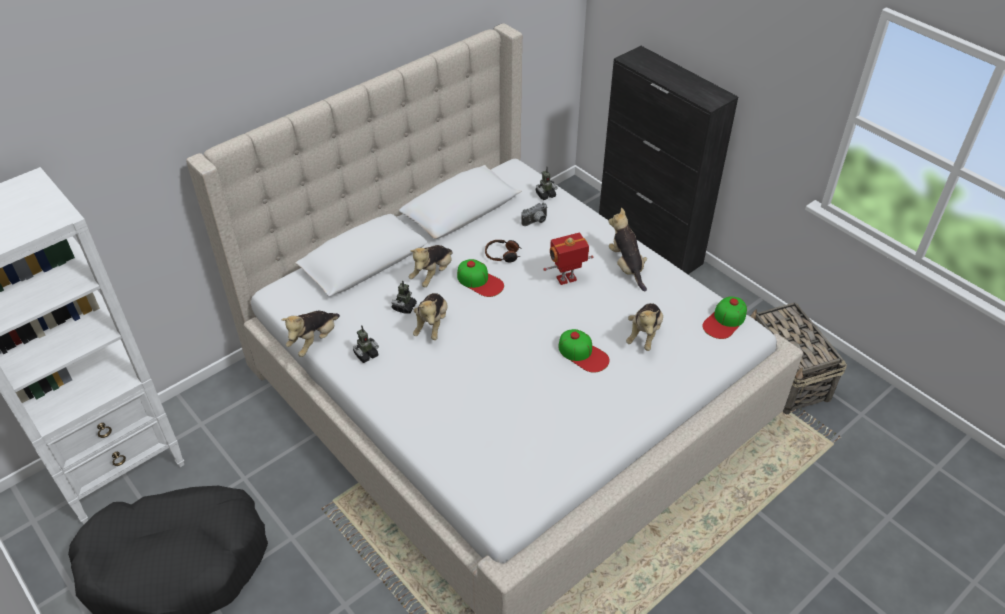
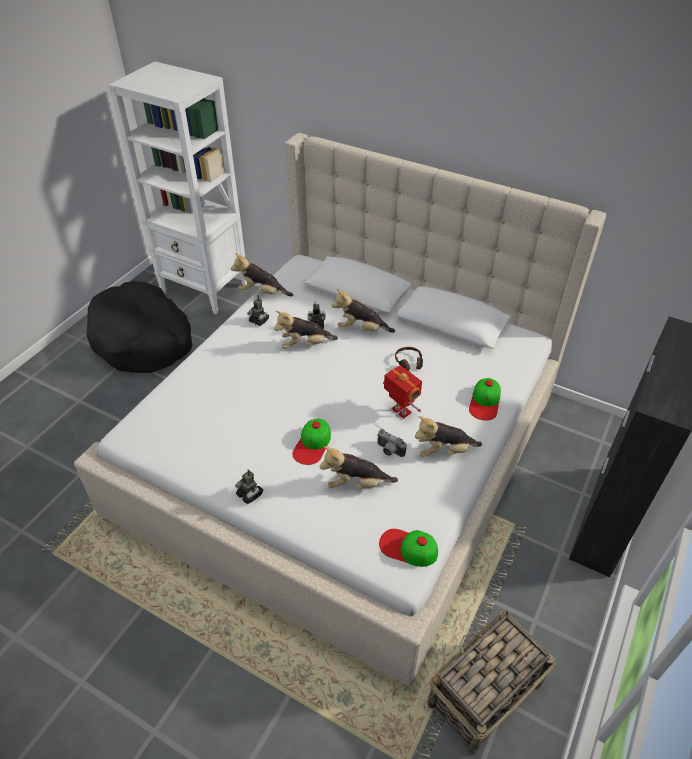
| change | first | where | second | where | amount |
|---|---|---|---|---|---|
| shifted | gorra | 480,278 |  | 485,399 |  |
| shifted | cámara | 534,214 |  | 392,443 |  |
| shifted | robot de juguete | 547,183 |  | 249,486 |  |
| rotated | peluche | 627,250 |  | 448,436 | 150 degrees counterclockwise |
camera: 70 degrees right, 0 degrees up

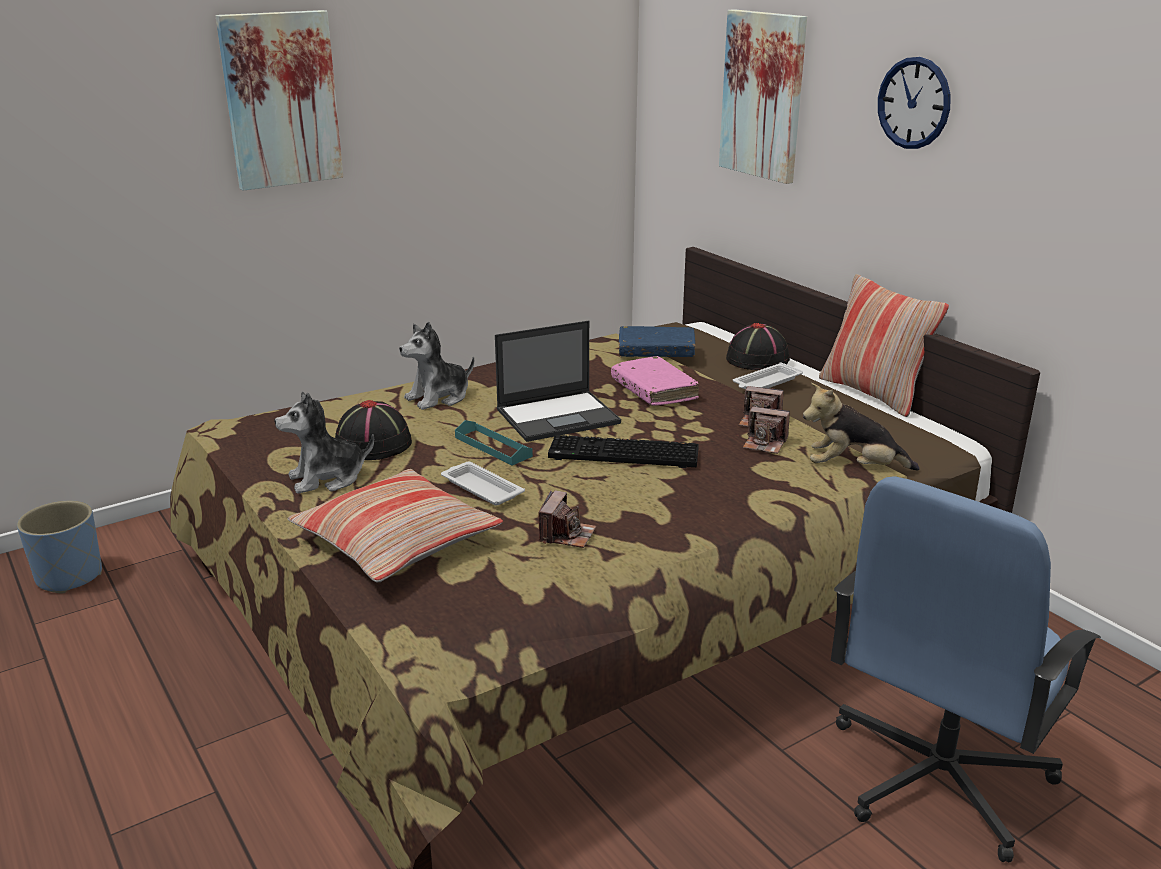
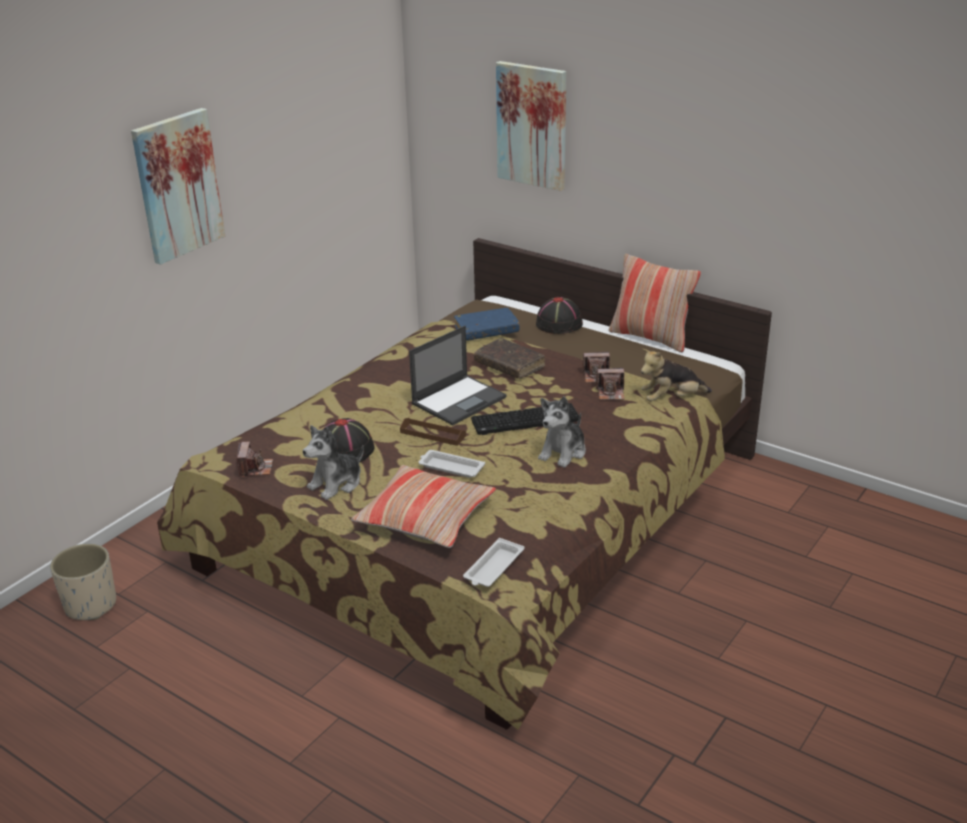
| change | first | where | second | where | amount |
|---|---|---|---|---|---|
| gone | silla de oficina [azul] | 966,669 |  |  |  |
| gone | reloj de pared | 914,103 |  |  |  |
| shifted | peluche | 436,366 |  | 562,432 |  |
| shifted | cámara | 567,519 |  | 255,459 |  |
| shifted | bandeja [blanco] | 768,375 |  | 493,562 |  |
| repainted | maceta [azul] | 59,547 | maceta [beis] | 83,582 |  |
| repainted | bandeja [turquesa] | 494,442 | bandeja [marrón] | 433,432 |  |
| repainted | libro [rosa] | 655,380 | libro [marrón] | 509,358 |  |
camera: 20 degrees left, 5 degrees up

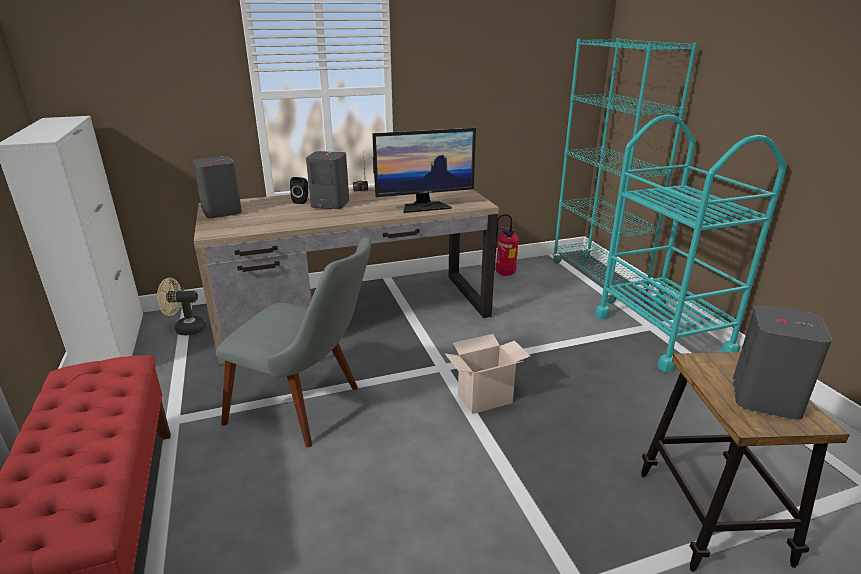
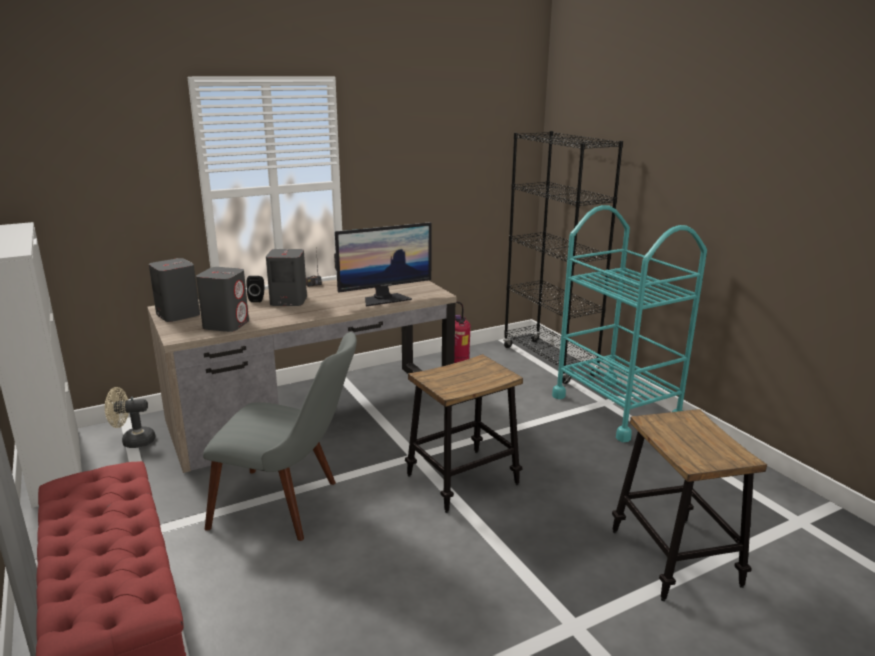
| change | first | where | second | where | amount |
|---|---|---|---|---|---|
| shifted | altavoz [gris] | 782,362 |  | 222,299 |  |
| swapped | caja de cartón | 487,374 | taburete | 464,433 |  |
| repainted | estantería [turquesa] | 625,171 | estantería [negro] | 563,257 |  |
camera: 10 degrees left, 5 degrees down

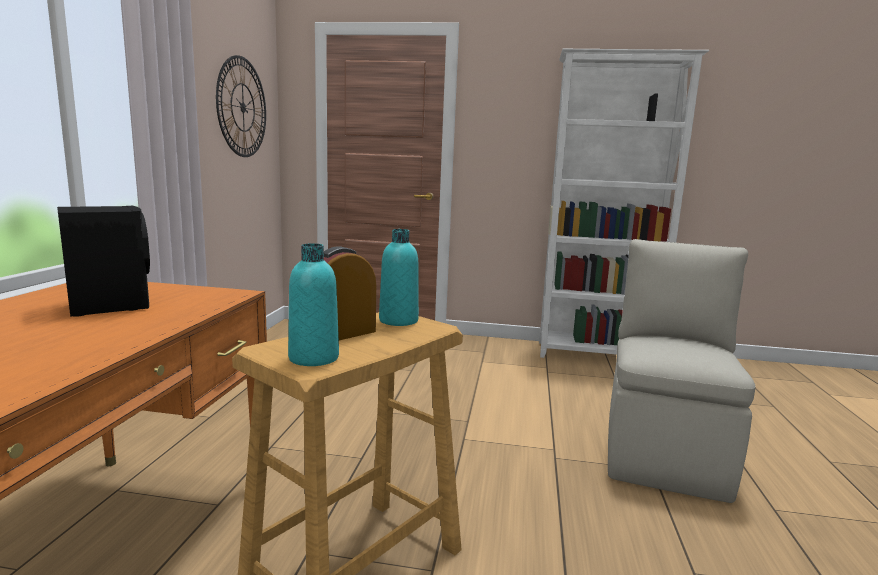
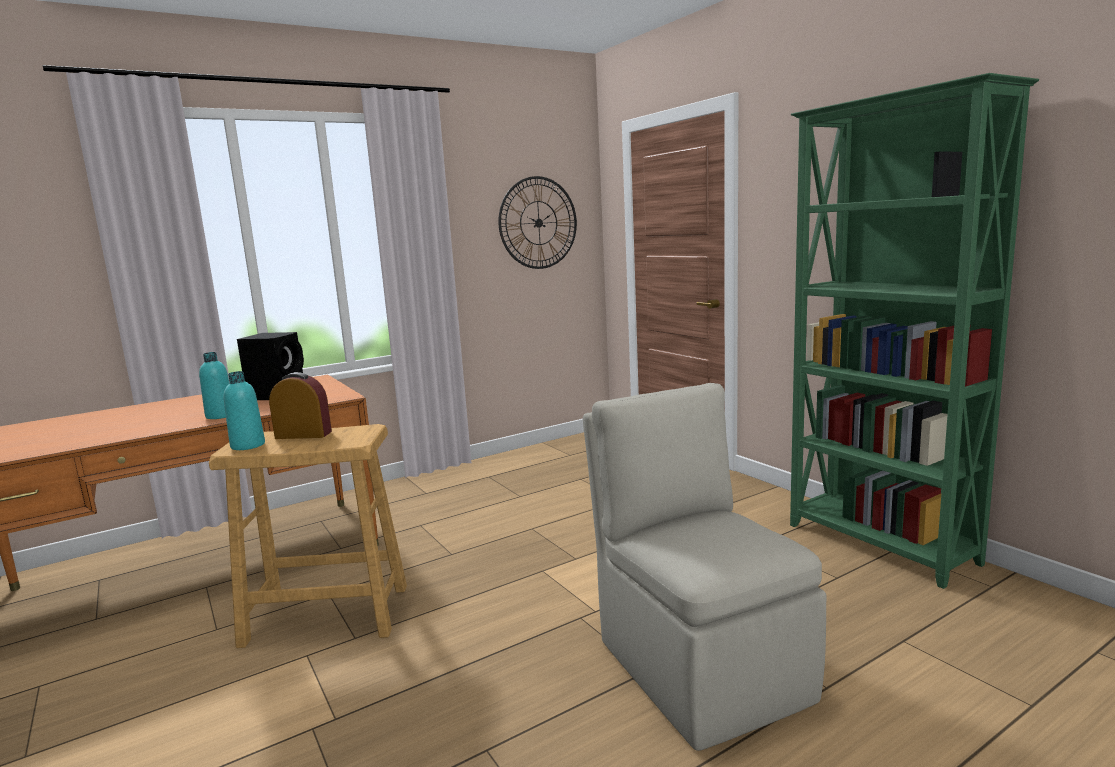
| change | first | where | second | where | amount |
|---|---|---|---|---|---|
| shifted | botella [turquesa] | 399,277 |  | 214,385 |  |
| repainted | estantería [blanco] | 624,203 | estantería [verde] | 914,331 |  |
| rotated | silla [beis] | 682,371 |  | 704,567 | 90 degrees counterclockwise |
camera: 50 degrees right, 0 degrees up

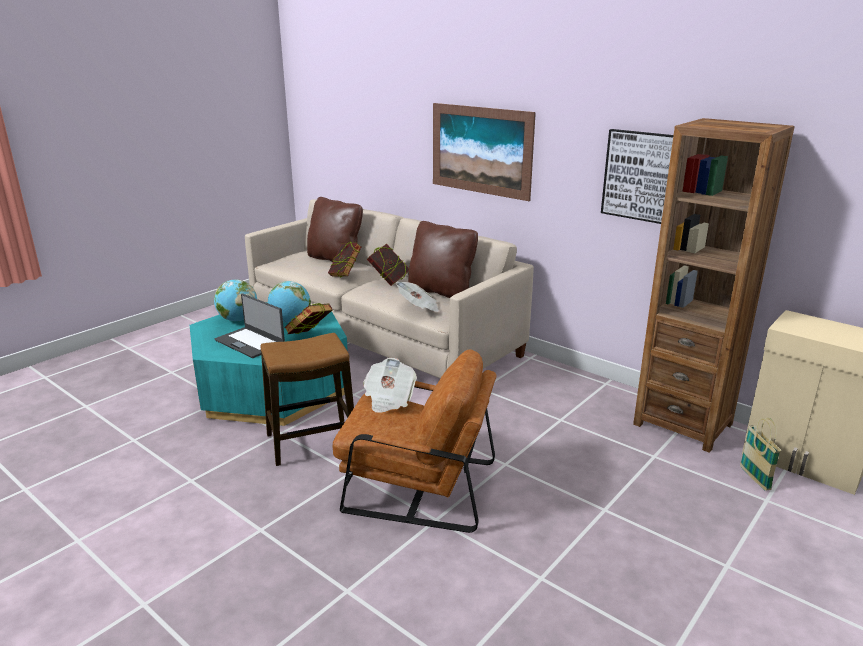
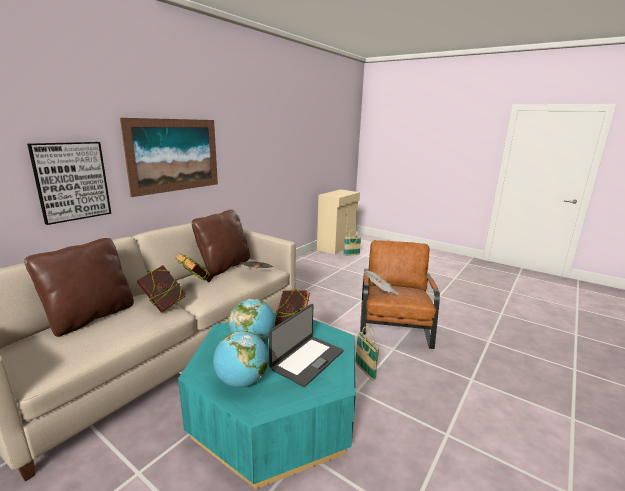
| change | first | where | second | where | amount |
|---|---|---|---|---|---|
| gone | estantería [marrón] | 714,285 |  |  |  |
| shifted | cuadro | 637,176 |  | 69,183 |  |
| swapped | taburete | 307,399 | cesta | 367,353 |  |
camera: 95 degrees left, 5 degrees down

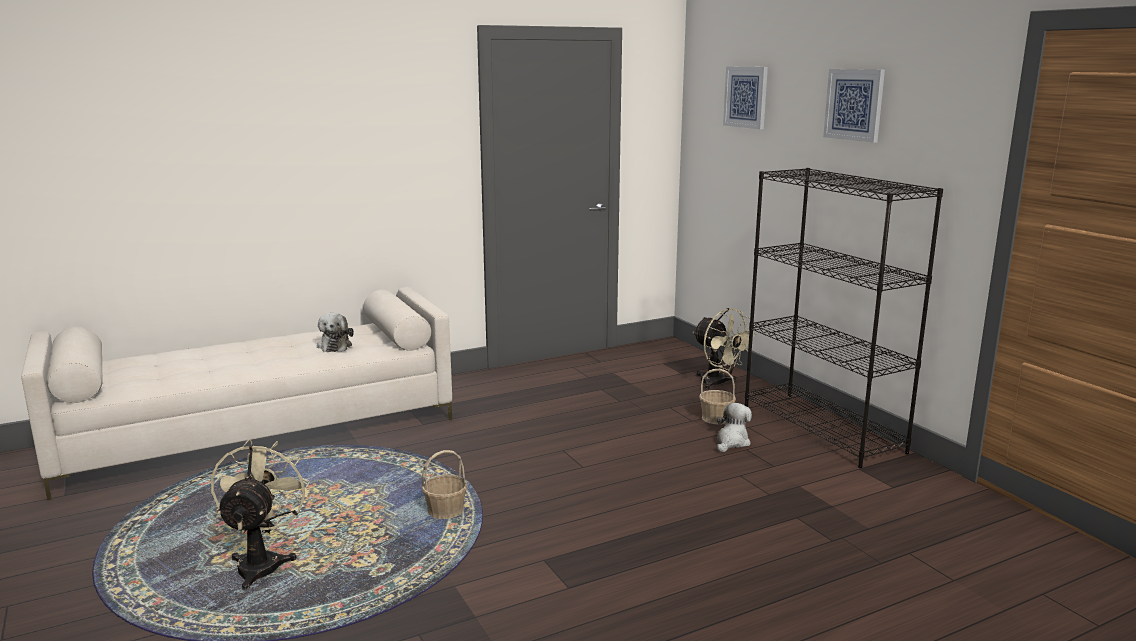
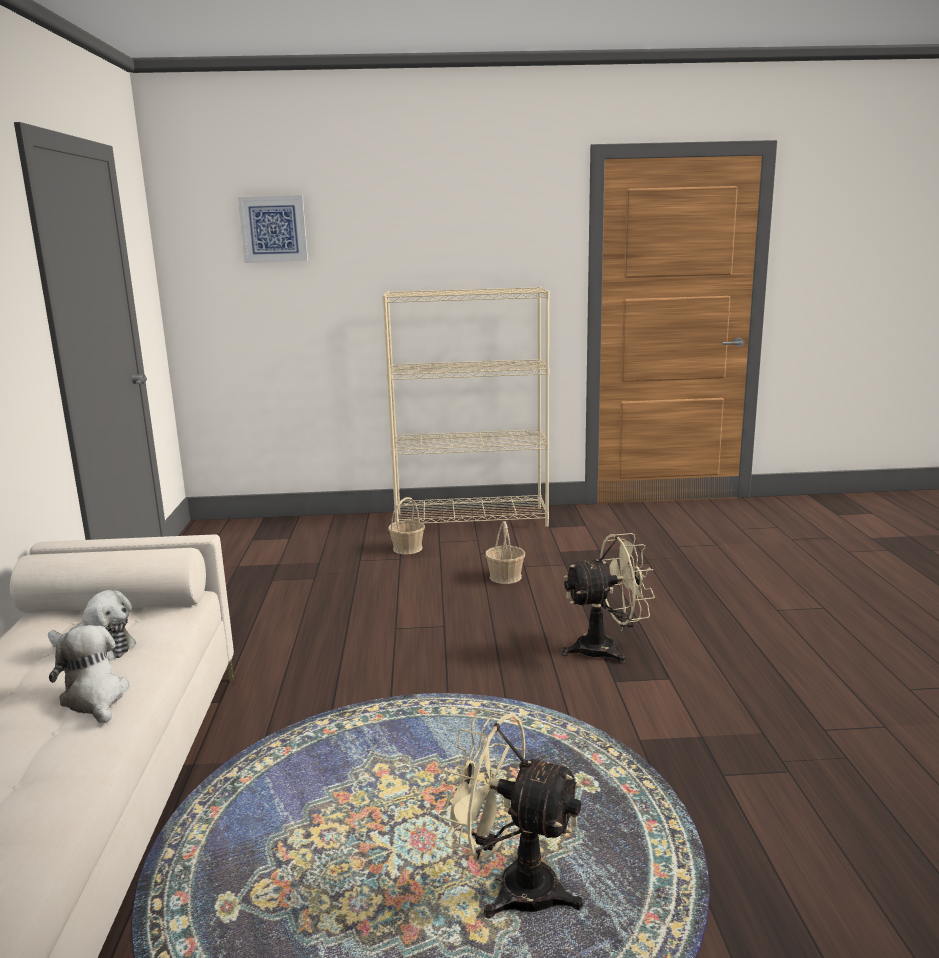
| change | first | where | second | where | amount |
|---|---|---|---|---|---|
| gone | cuadro | 854,106 |  |  |  |
| shifted | cesta | 444,484 |  | 505,552 |  |
| shifted | ventilador [beis] | 724,349 |  | 608,598 |  |
| shifted | peluche | 734,427 |  | 89,674 |  |
| repainted | estantería [negro] | 844,318 | estantería [beis] | 466,406 |  |
camera: 65 degrees left, 0 degrees up

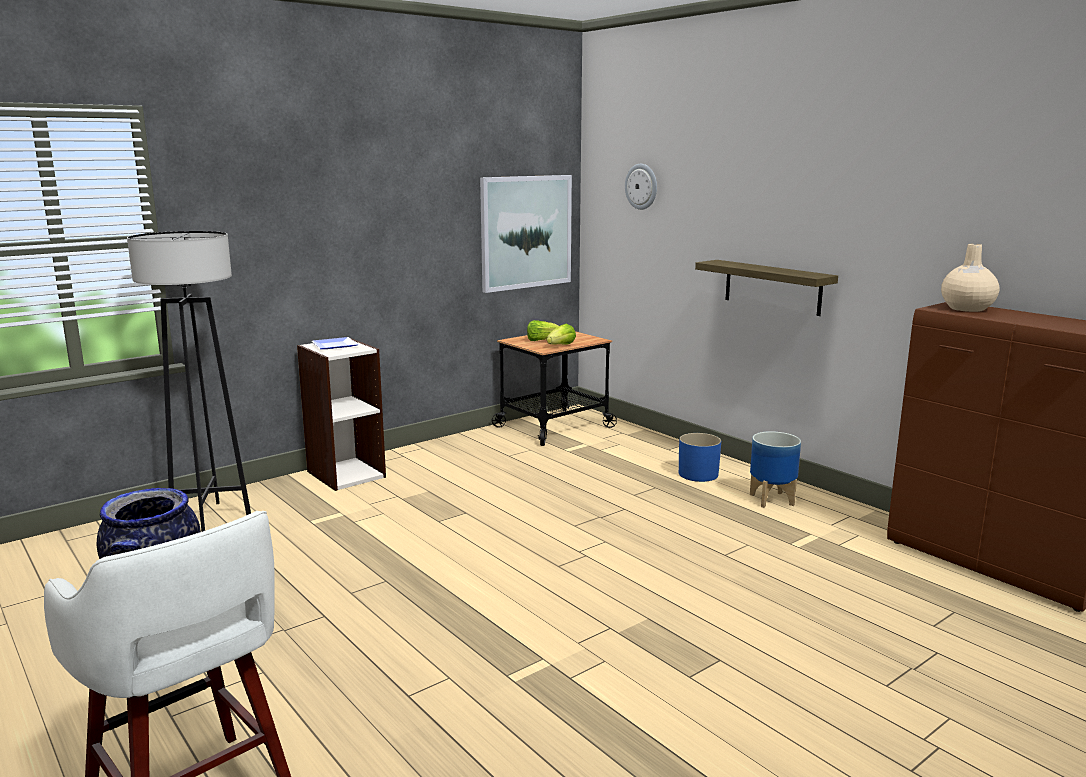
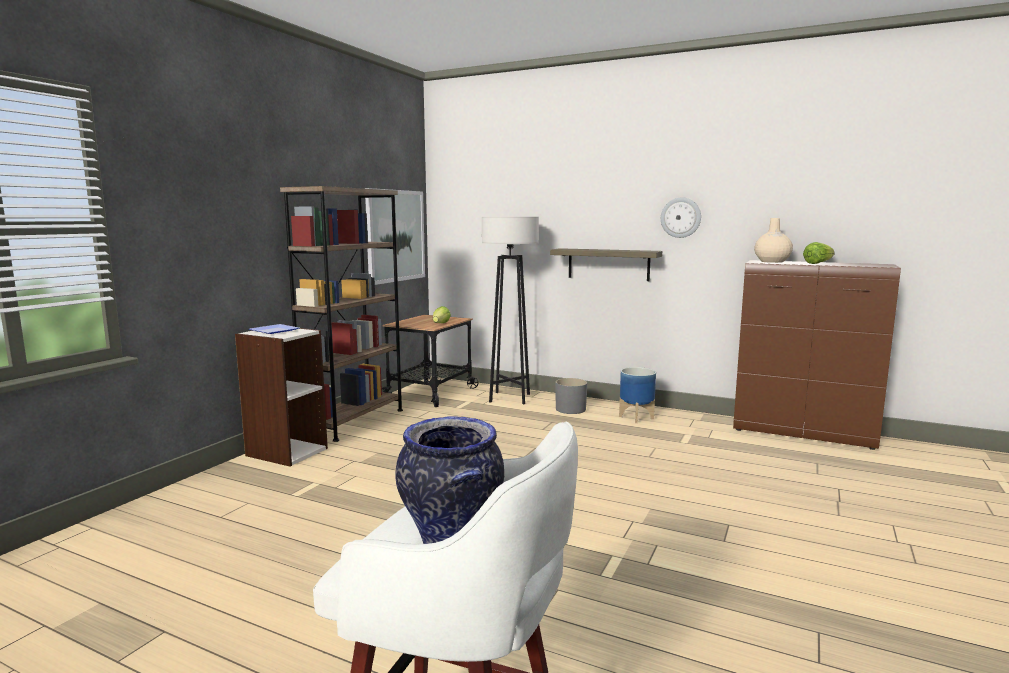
| change | first | where | second | where | amount |
|---|---|---|---|---|---|
| new |  |  | estantería [marrón] | 341,314 |  |
| shifted | lámpara de pie [negro] | 189,381 |  | 510,310 |  |
| shifted | lechuga | 543,330 |  | 819,253 |  |
| shifted | reloj de pared | 641,187 |  | 681,217 |  |
| repainted | maceta [azul] | 700,457 | maceta [gris] | 571,396 |  |
camera: 25 degrees left, 5 degrees down

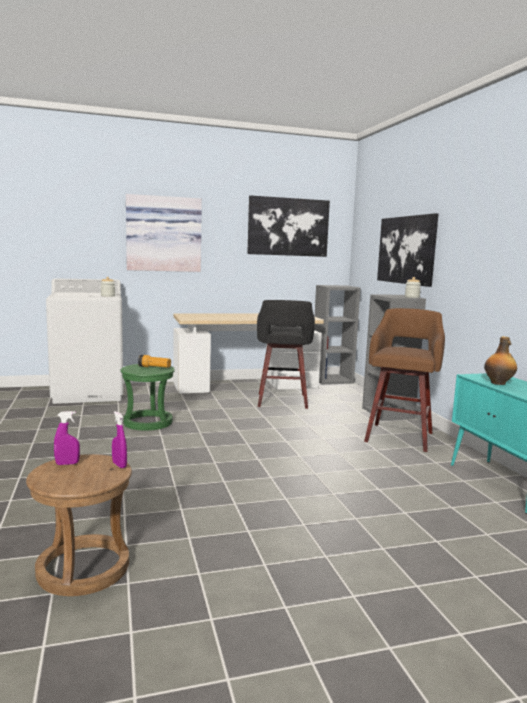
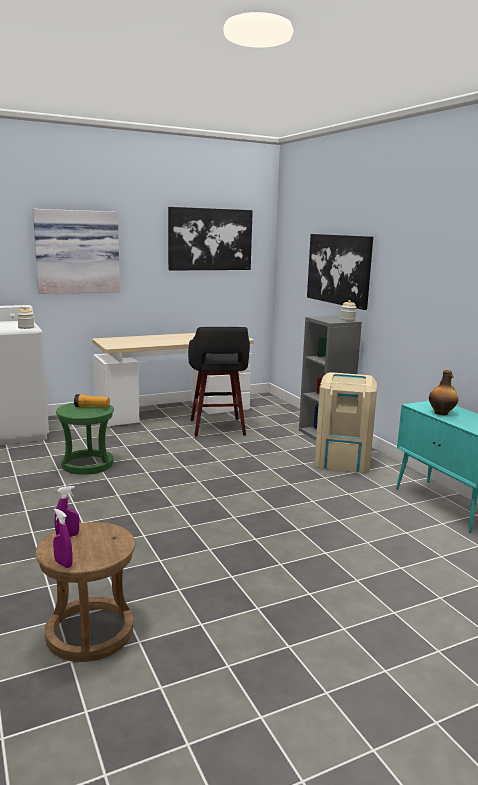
| change | first | where | second | where | amount |
|---|---|---|---|---|---|
| gone | estantería [gris] | 337,335 |  |  |  |
| shifted | pulverizador [morado] | 119,439 |  | 63,538 |  |
| swapped | taburete [marrón] | 404,380 | papelera [beis] | 345,422 |  |
camera: 10 degrees left, 5 degrees up

